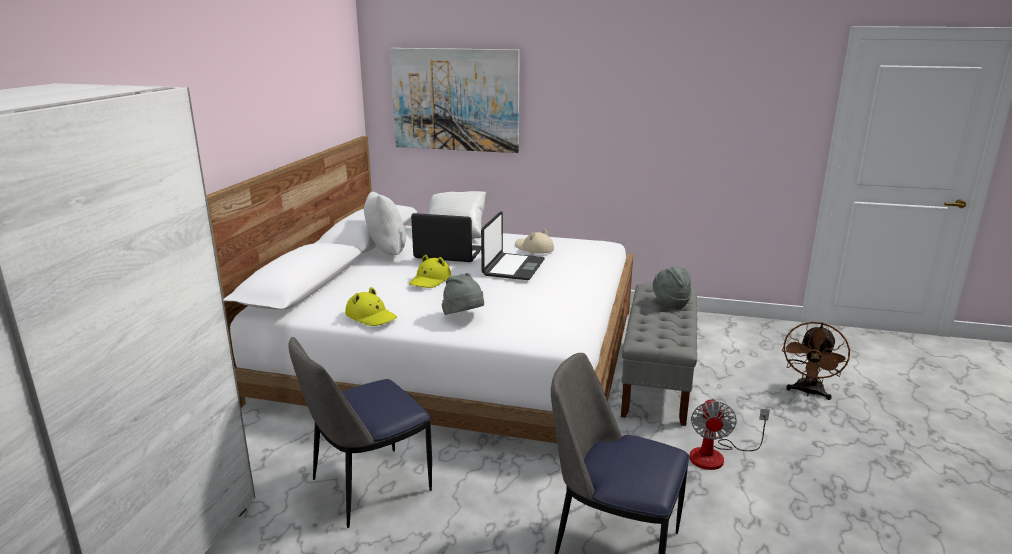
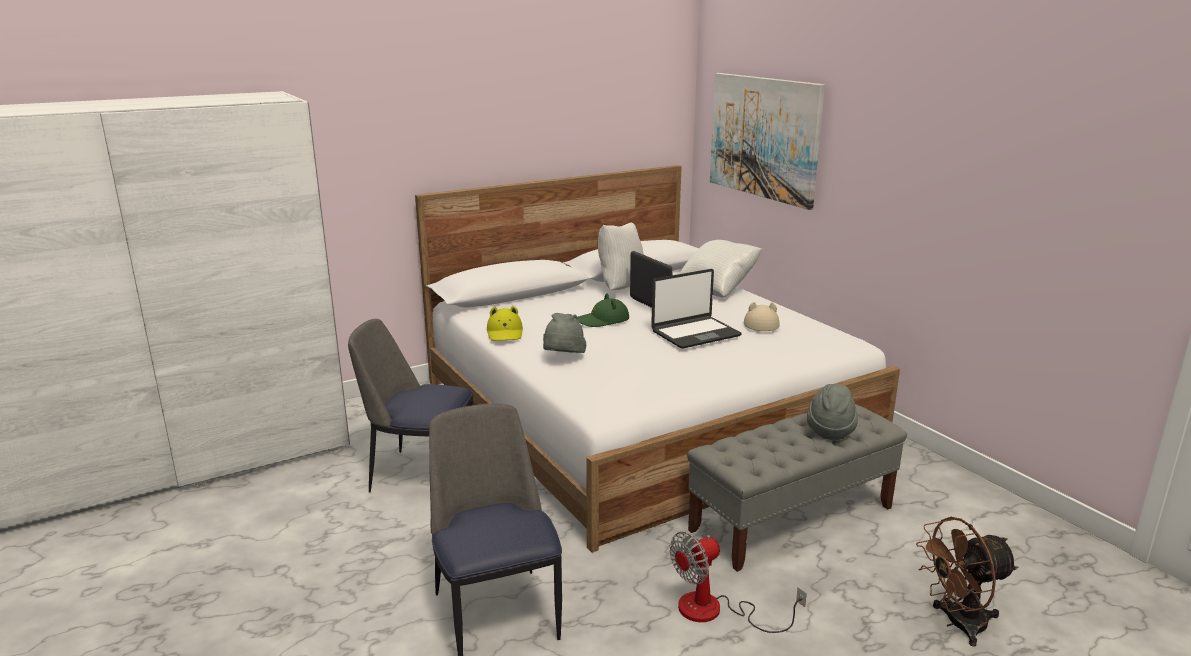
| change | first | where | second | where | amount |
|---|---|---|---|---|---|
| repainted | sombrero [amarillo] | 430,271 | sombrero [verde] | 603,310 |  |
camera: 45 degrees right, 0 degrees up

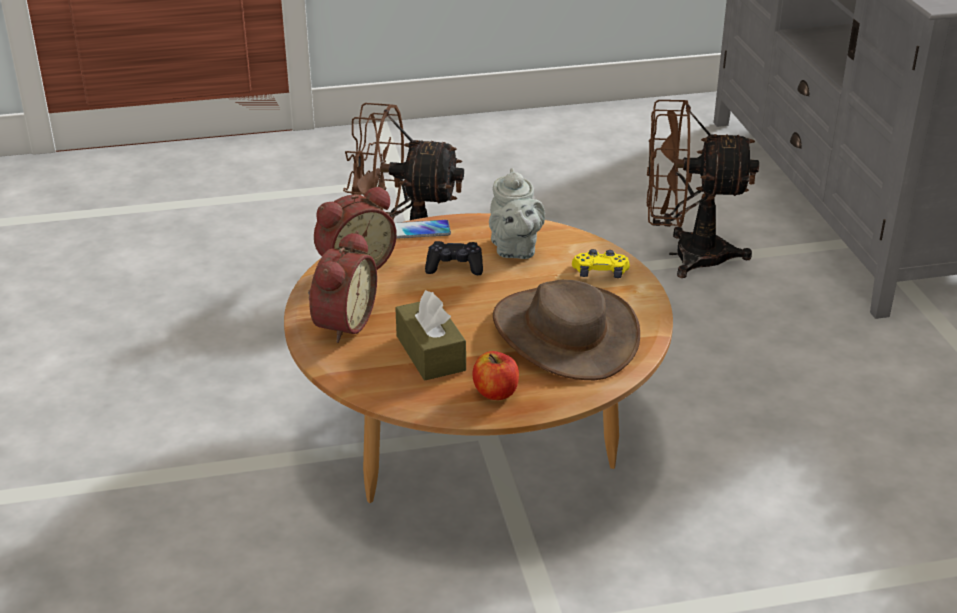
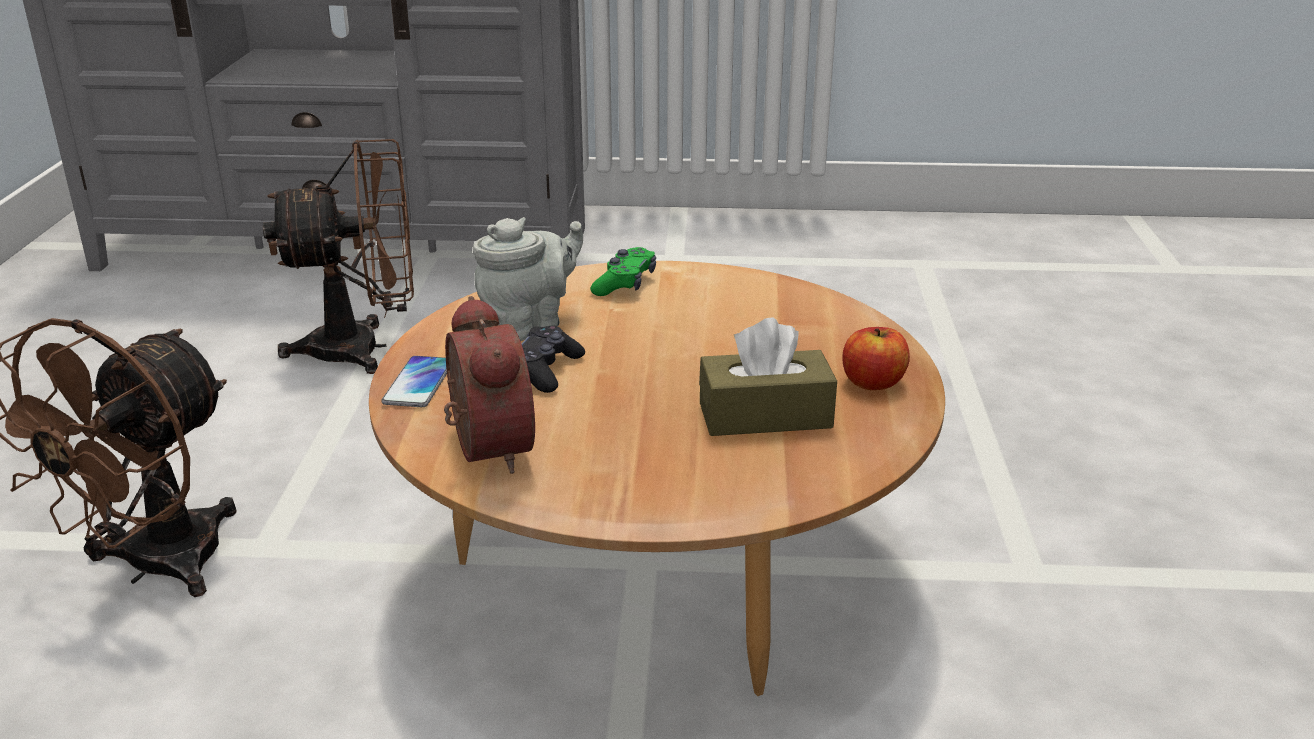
| change | first | where | second | where | amount |
|---|---|---|---|---|---|
| gone | despertador | 342,287 |  |  |  |
| gone | sombrero [marrón] | 566,330 |  |  |  |
| repainted | mando de consola [amarillo] | 601,263 | mando de consola [verde] | 623,271 |  |
| rotated | tetera [gris] | 517,213 |  | 528,279 | 45 degrees counterclockwise |
| rotated | ventilador [marrón] | 703,189 |  | 338,256 | 120 degrees counterclockwise |
camera: 75 degrees left, 5 degrees down

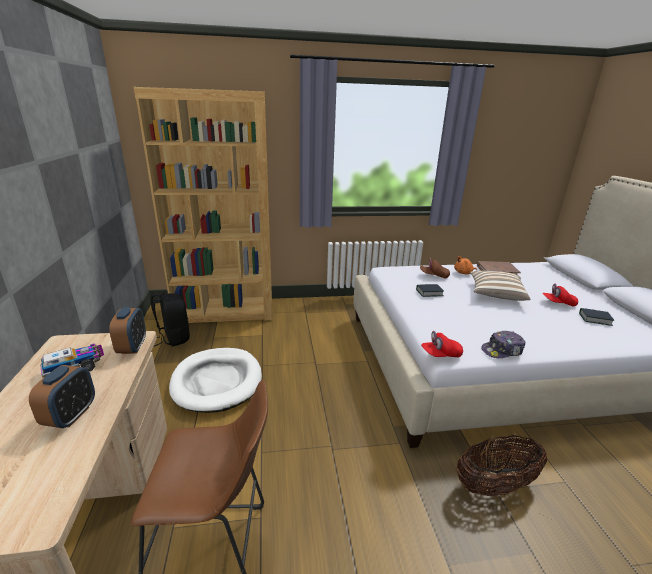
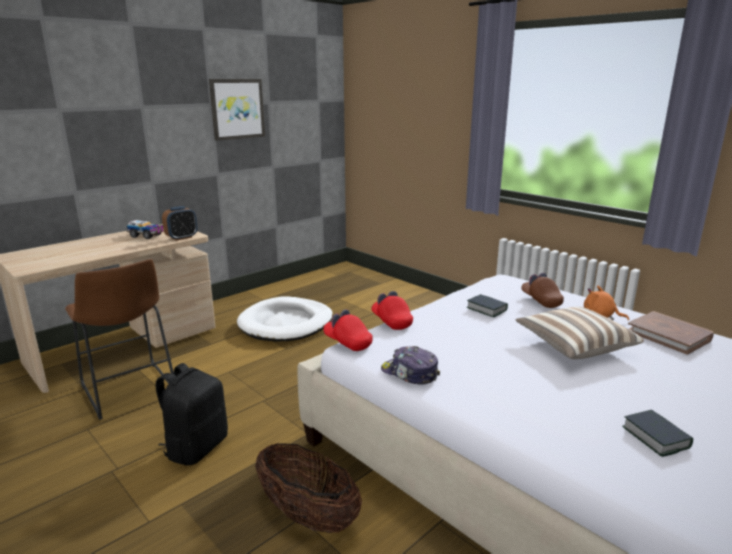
| change | first | where | second | where | amount |
|---|---|---|---|---|---|
| gone | despertador | 62,396 |  |  |  |
| gone | estantería [marrón] | 203,205 |  |  |  |
| new |  |  | cuadro | 237,110 |  |
| shifted | mochila [negro] | 170,319 |  | 191,414 |  |
| shifted | gorra [rojo] | 560,295 |  | 392,310 |  |
camera: 55 degrees right, 5 degrees down

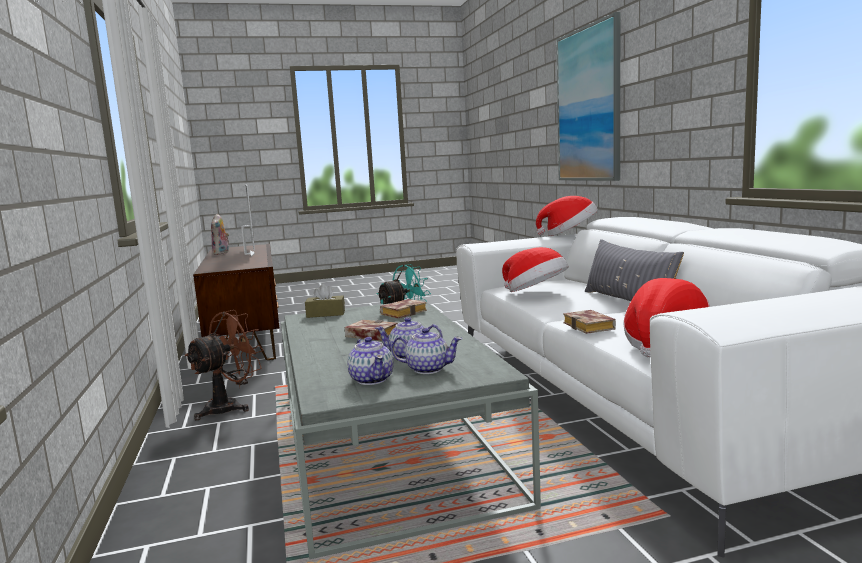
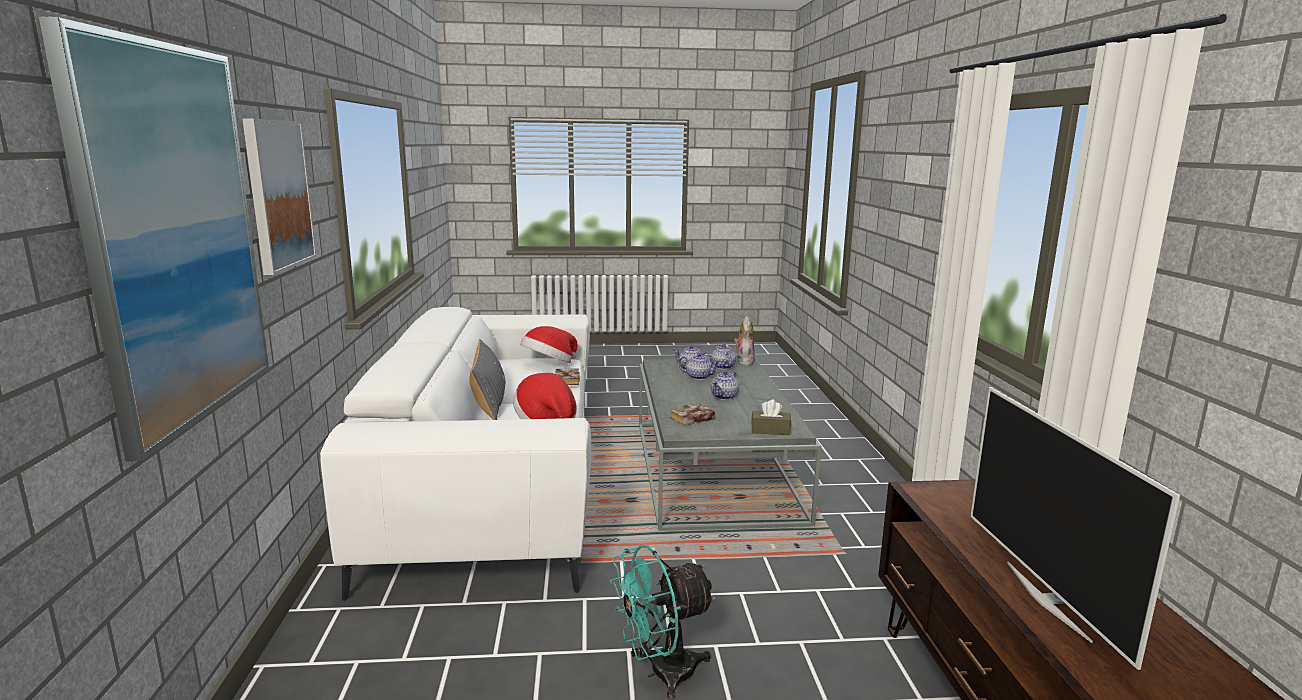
| change | first | where | second | where | amount |
|---|---|---|---|---|---|
| gone | ventilador [marrón] | 224,365 |  |  |  |
| gone | sombrero | 567,216 |  |  |  |
| new |  |  | cuadro | 279,196 |  |
| shifted | peluche | 220,234 |  | 744,341 |  |
| swapped | libro | 371,330 | tetera | 725,385 |  |
camera: 170 degrees left, 5 degrees up

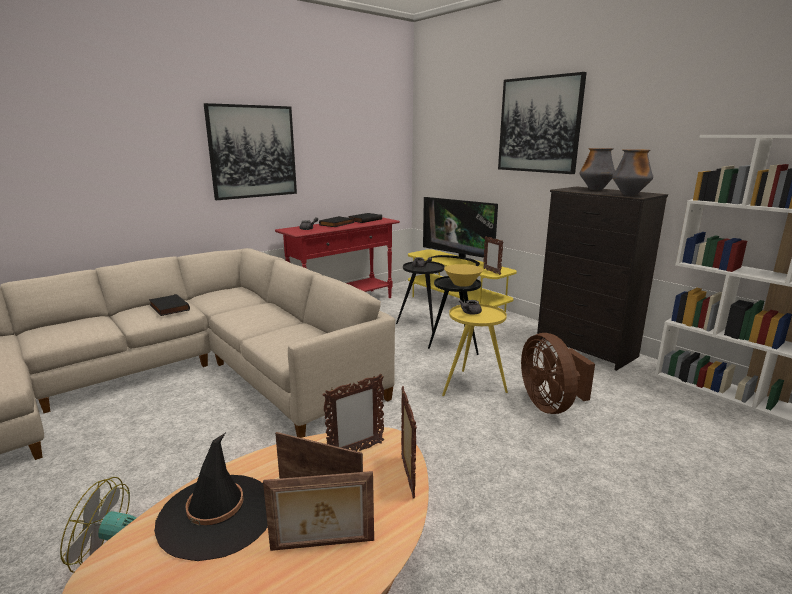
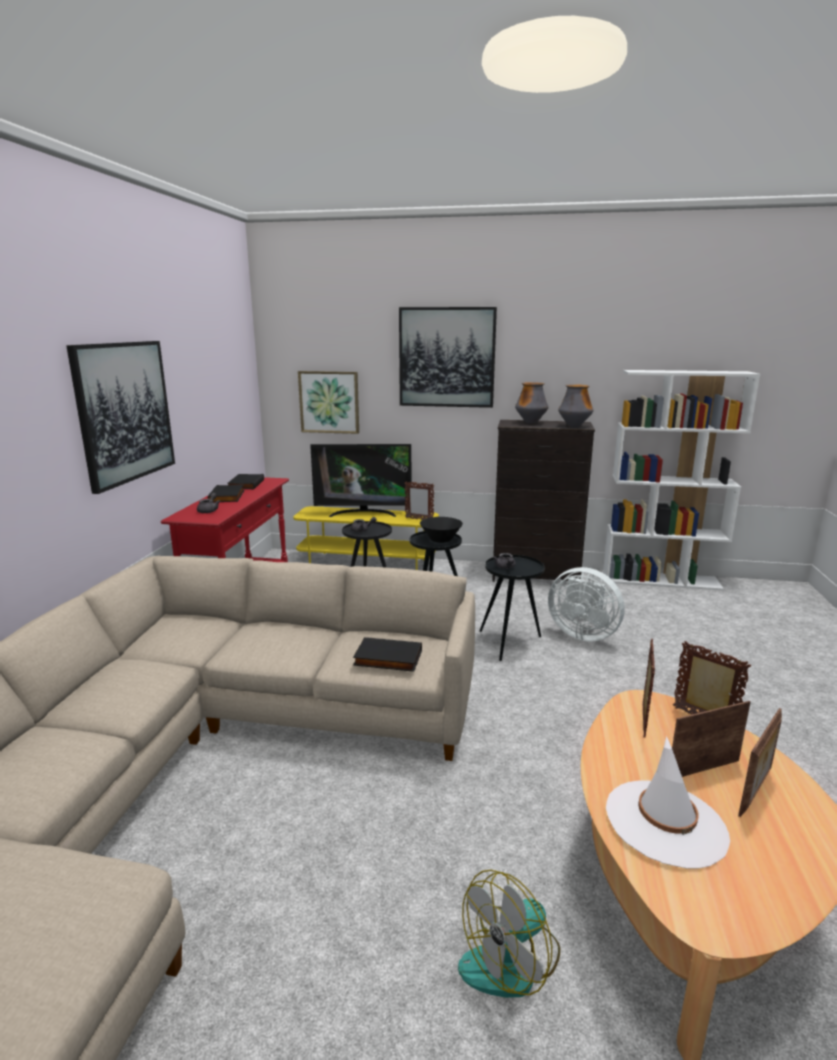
| change | first | where | second | where | amount |
|---|---|---|---|---|---|
| new |  |  | cuadro | 328,402 |  |
| shifted | libro [negro] | 169,305 |  | 387,654 |  |
| repainted | sombrero [negro] | 211,497 | sombrero [blanco] | 668,802 |  |
| repainted | mesa auxiliar [amarillo] | 475,350 | mesa auxiliar [negro] | 512,608 |  |
| repainted | cuenco [amarillo] | 463,275 | cuenco [negro] | 441,530 |  |
| repainted | ventilador [marrón] | 558,373 | ventilador [blanco] | 586,604 |  |
camera: 40 degrees left, 0 degrees up

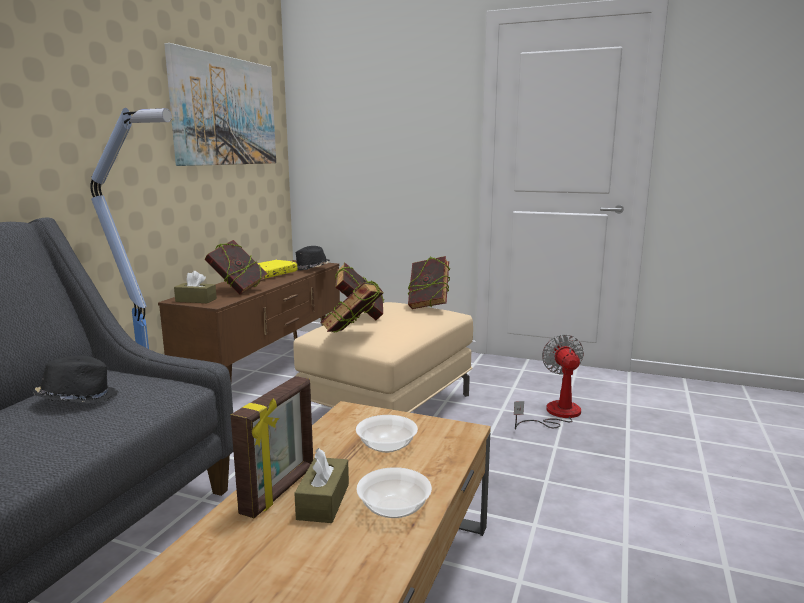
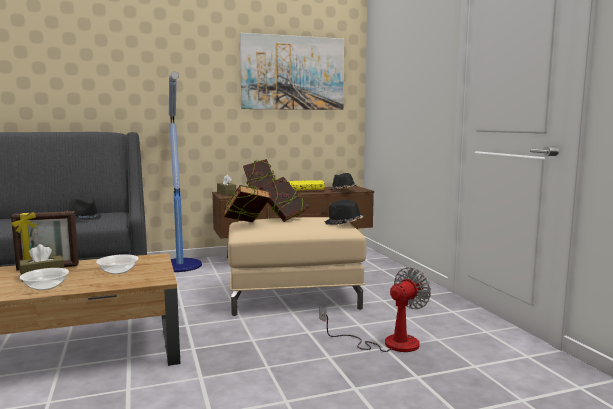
| change | first | where | second | where | amount |
|---|---|---|---|---|---|
| swapped | libro | 429,282 | sombrero [negro] | 344,212 |  |
camera: 50 degrees right, 5 degrees down

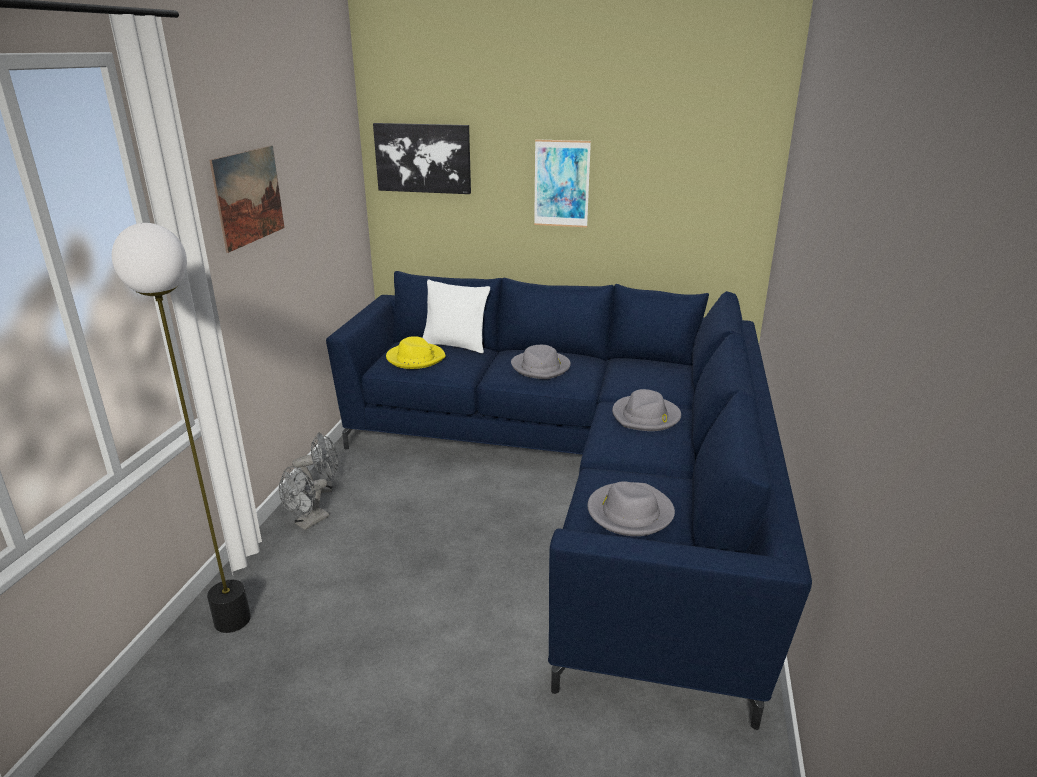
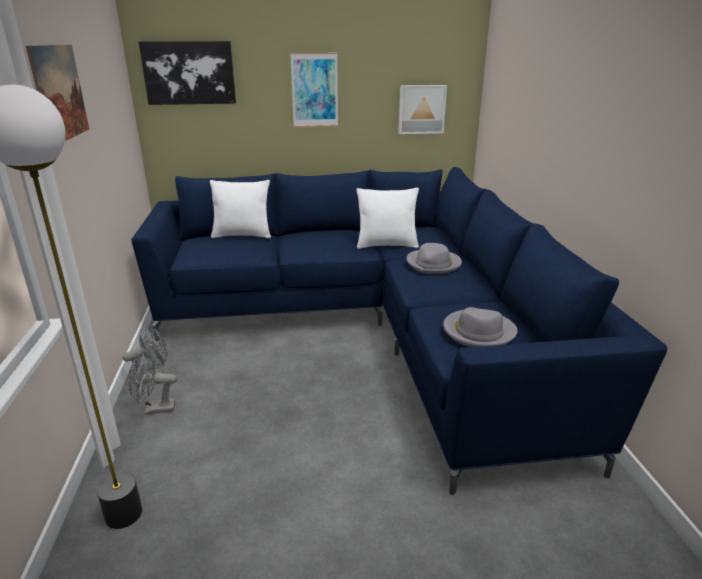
| change | first | where | second | where | amount |
|---|---|---|---|---|---|
| gone | sombrero [amarillo] | 416,352 |  |  |  |
| gone | sombrero [gris] | 541,362 |  |  |  |
| new |  |  | cojín [blanco] | 388,218 |  |
| new |  |  | cuadro | 422,109 |  |
| rotated | ventilador [gris] | 304,498 |  | 152,383 | 60 degrees clockwise |
camera: 20 degrees left, 0 degrees up

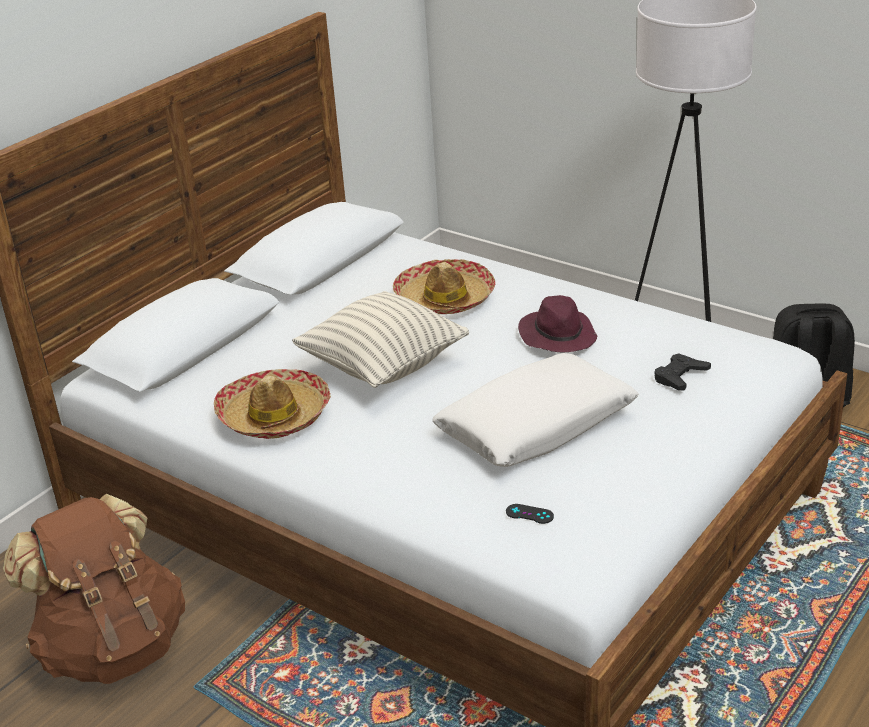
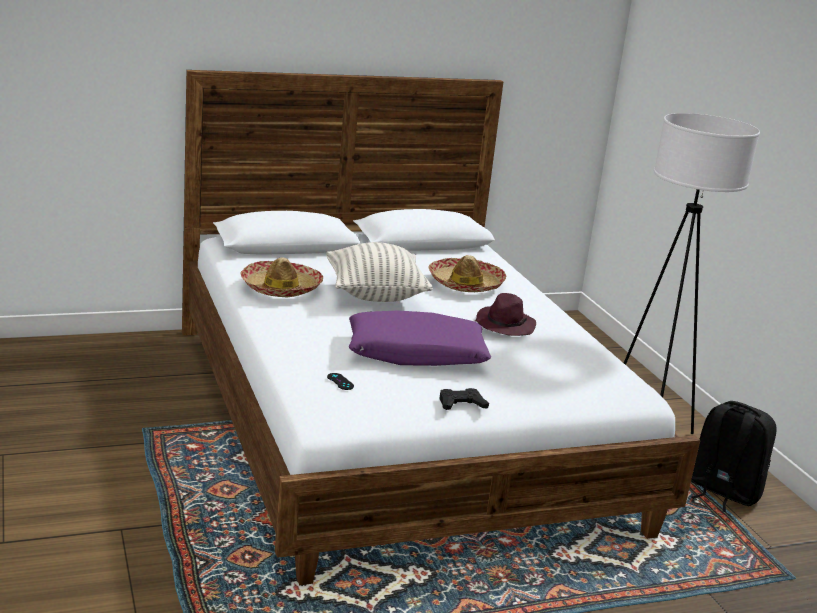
| change | first | where | second | where | amount |
|---|---|---|---|---|---|
| gone | mochila [marrón] | 94,588 |  |  |  |
| shifted | mando de consola [negro] | 682,371 |  | 464,399 |  |
| repainted | cojín [blanco] | 535,410 | cojín [morado] | 420,338 |  |
camera: 30 degrees right, 10 degrees down

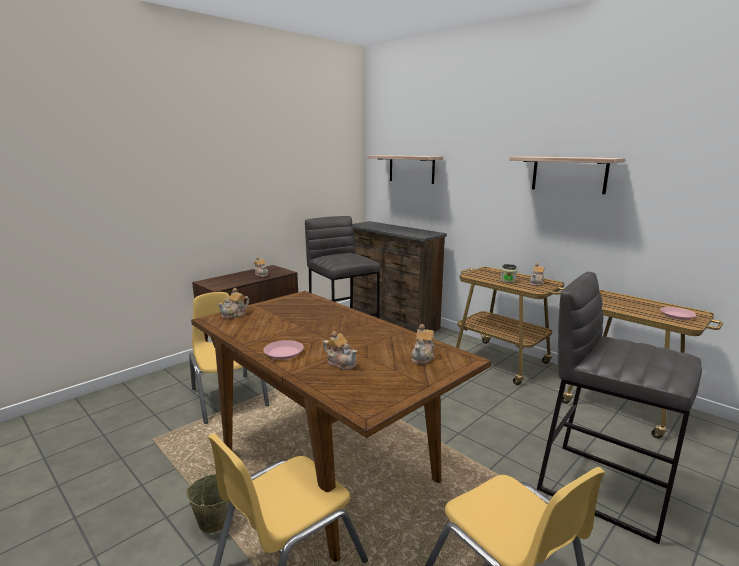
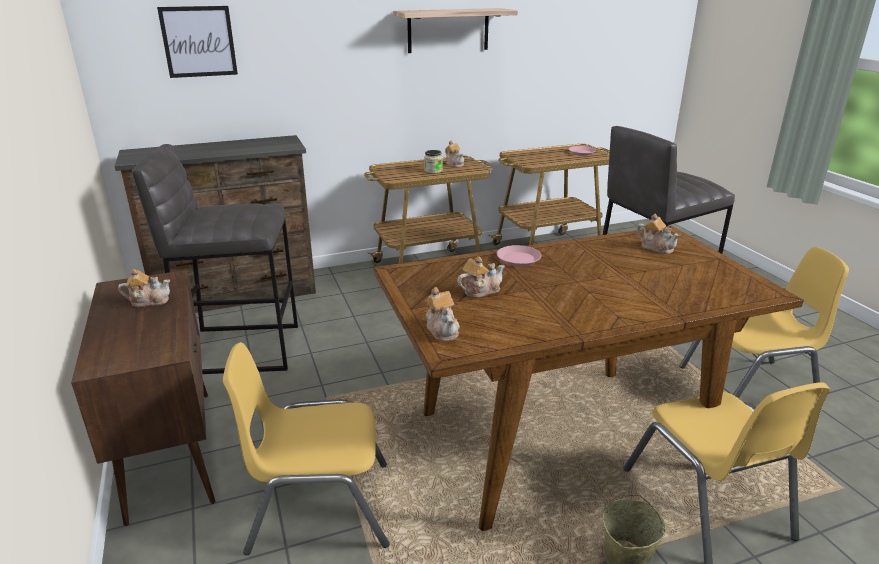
| change | first | where | second | where | amount |
|---|---|---|---|---|---|
| shifted | plato [rosa] | 283,350 |  | 519,256 |  |
| shifted | tetera | 340,350 |  | 481,277 |  |
| swapped | estante | 405,169 | cuadro | 197,42 |  |
camera: 65 degrees left, 10 degrees up

